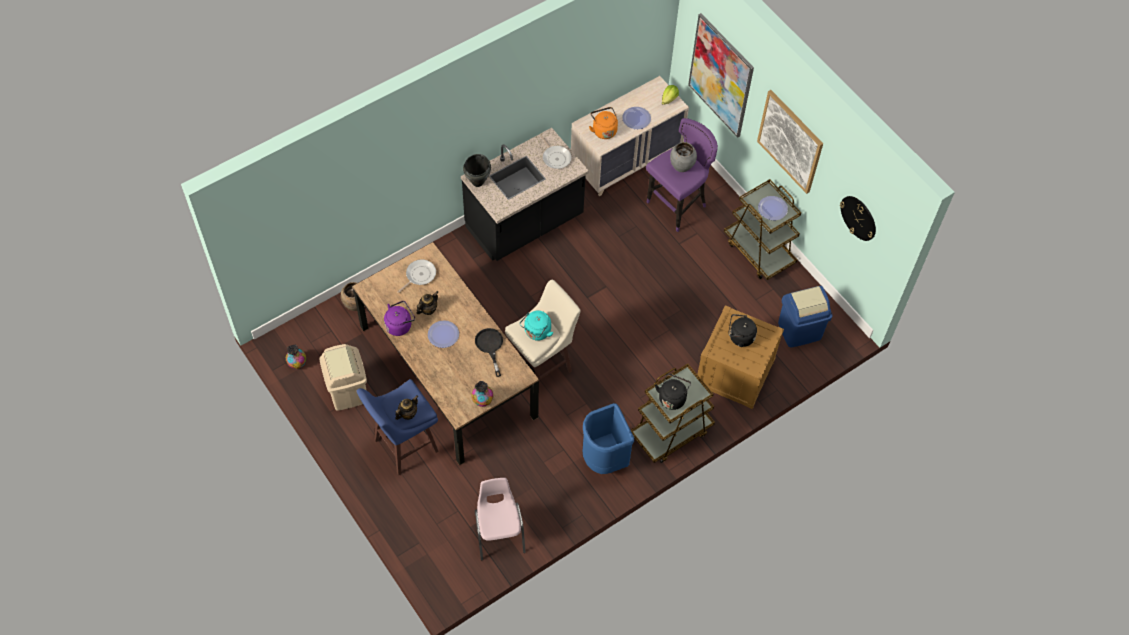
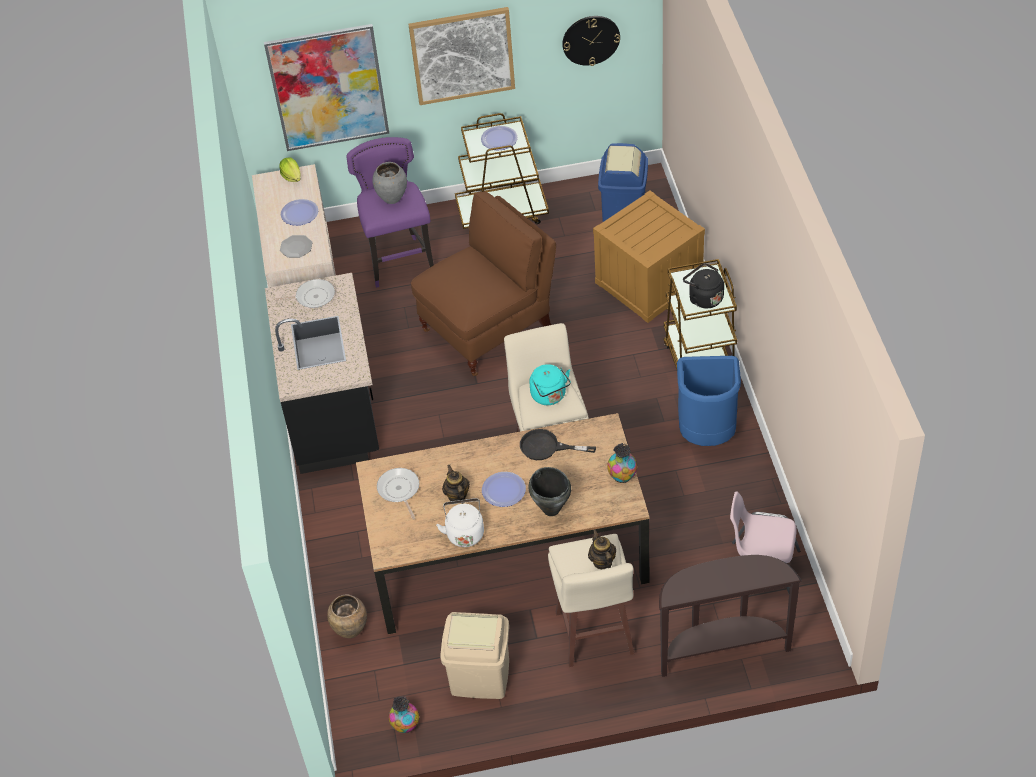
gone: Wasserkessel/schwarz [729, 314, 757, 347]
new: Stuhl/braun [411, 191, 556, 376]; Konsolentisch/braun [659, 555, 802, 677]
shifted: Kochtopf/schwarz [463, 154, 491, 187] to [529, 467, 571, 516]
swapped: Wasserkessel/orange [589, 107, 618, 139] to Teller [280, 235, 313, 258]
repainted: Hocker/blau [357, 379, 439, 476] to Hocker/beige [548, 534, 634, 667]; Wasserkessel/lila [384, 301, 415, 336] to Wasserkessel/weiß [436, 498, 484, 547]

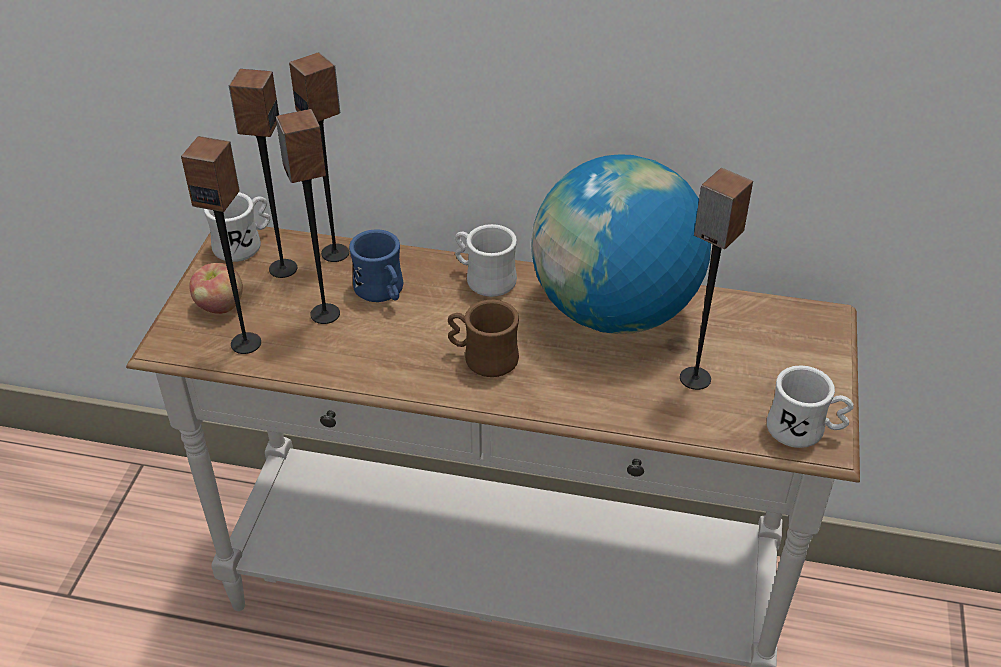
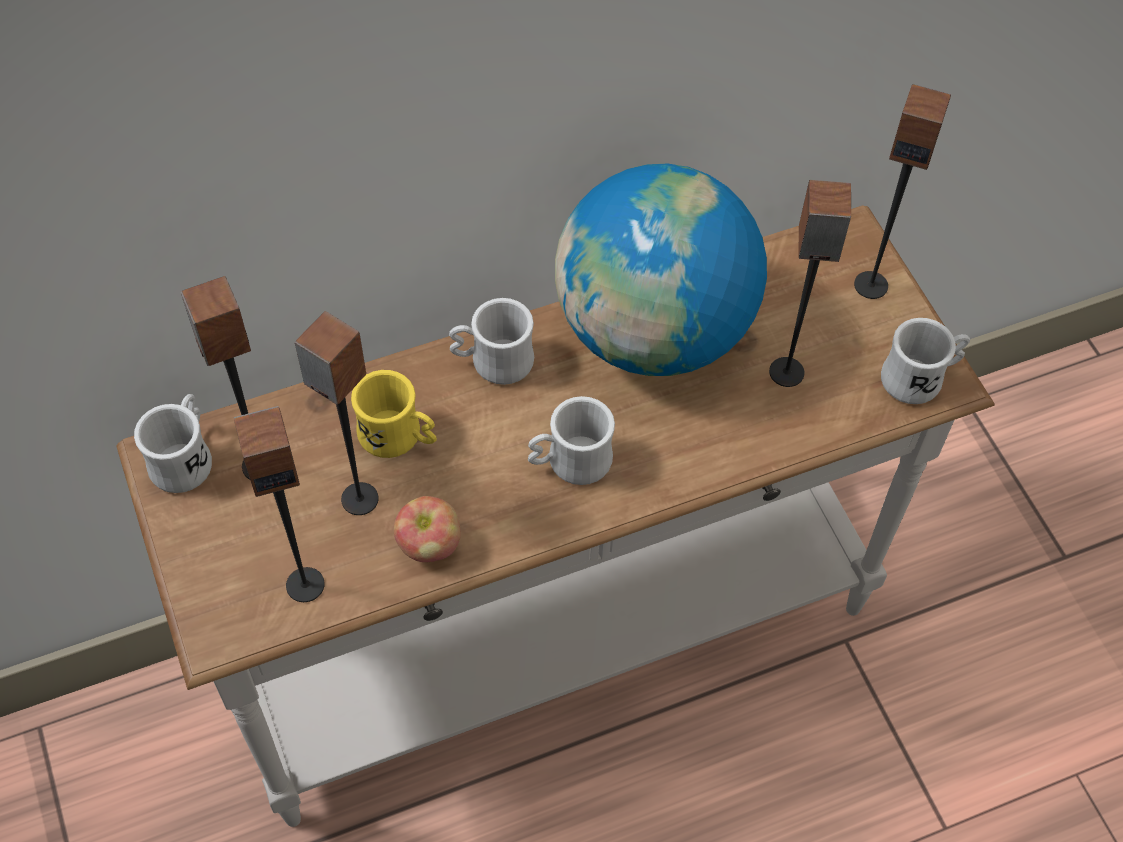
shifted: Apfel [189, 263, 243, 314] to [393, 496, 461, 562]; Lautsprecher [289, 52, 349, 262] to [854, 84, 951, 299]
repainted: Henkelbecher/blau [349, 229, 403, 302] to Henkelbecher/gelb [351, 370, 437, 458]; Henkelbecher/braun [448, 300, 519, 377] to Henkelbecher/weiß [528, 396, 615, 485]

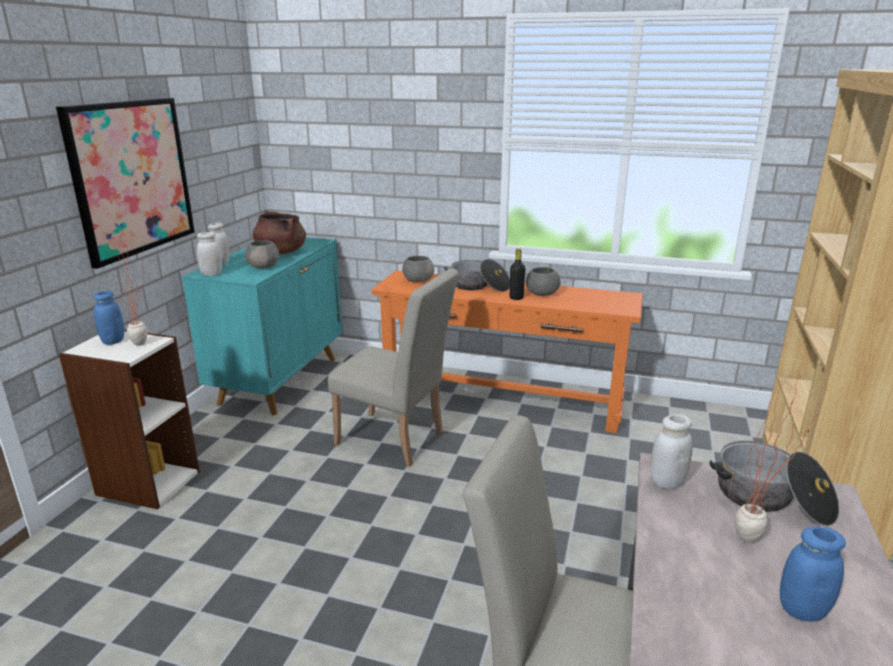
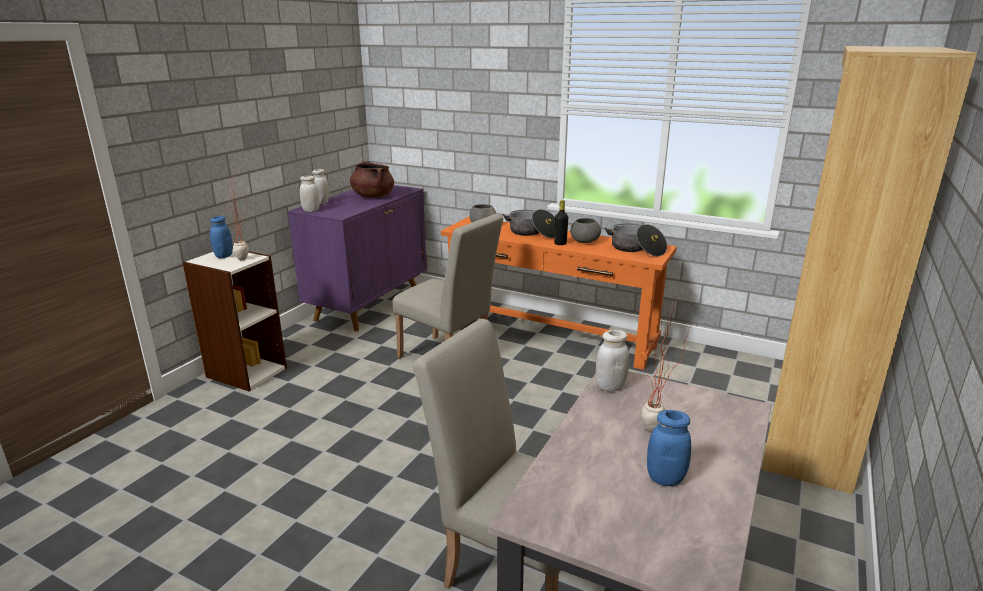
gone: Bild [56, 98, 195, 269]; Schüssel/grau [245, 241, 279, 269]
shifted: Kochtopf [709, 441, 839, 526] to [605, 224, 667, 257]
repainted: Schrank/türkis [182, 237, 342, 415] to Schrank/lila [288, 185, 427, 332]

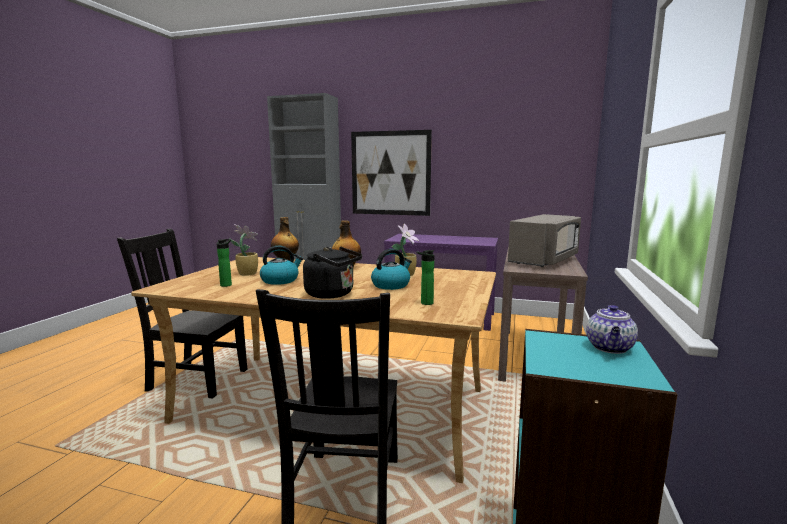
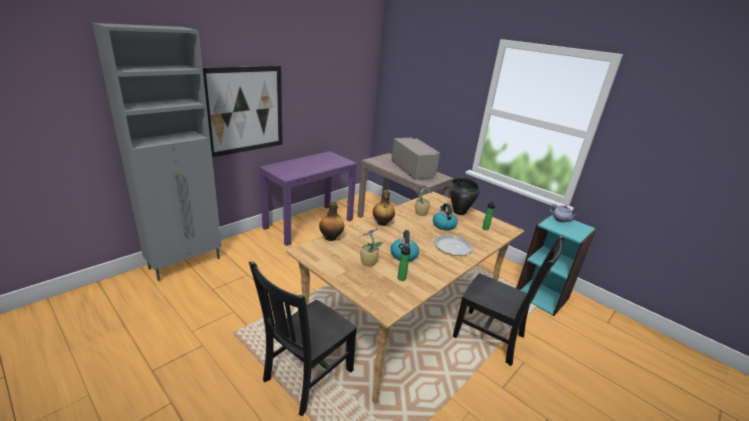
new: Kochtopf/schwarz [449, 177, 480, 215]
swapped: Wasserkessel/schwarz [303, 247, 362, 299] to Teller [434, 235, 473, 255]

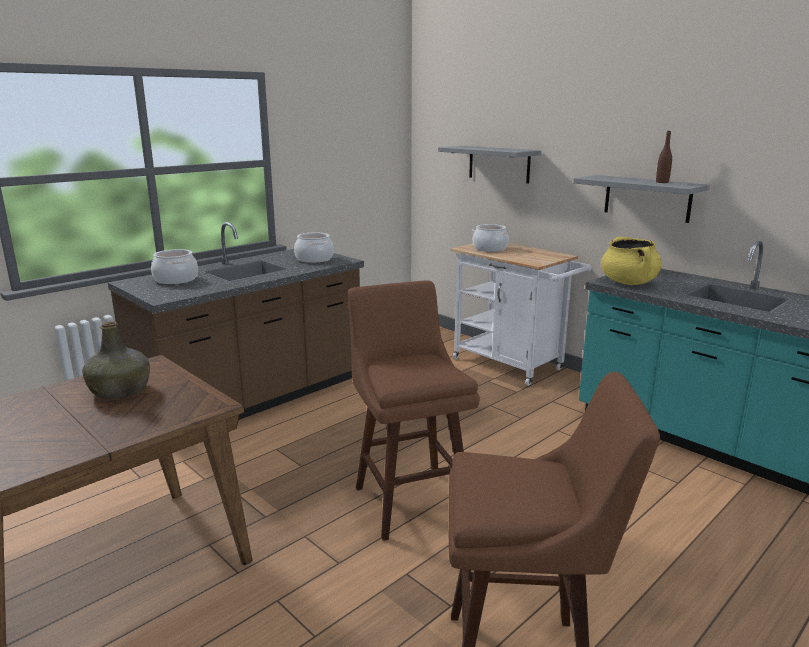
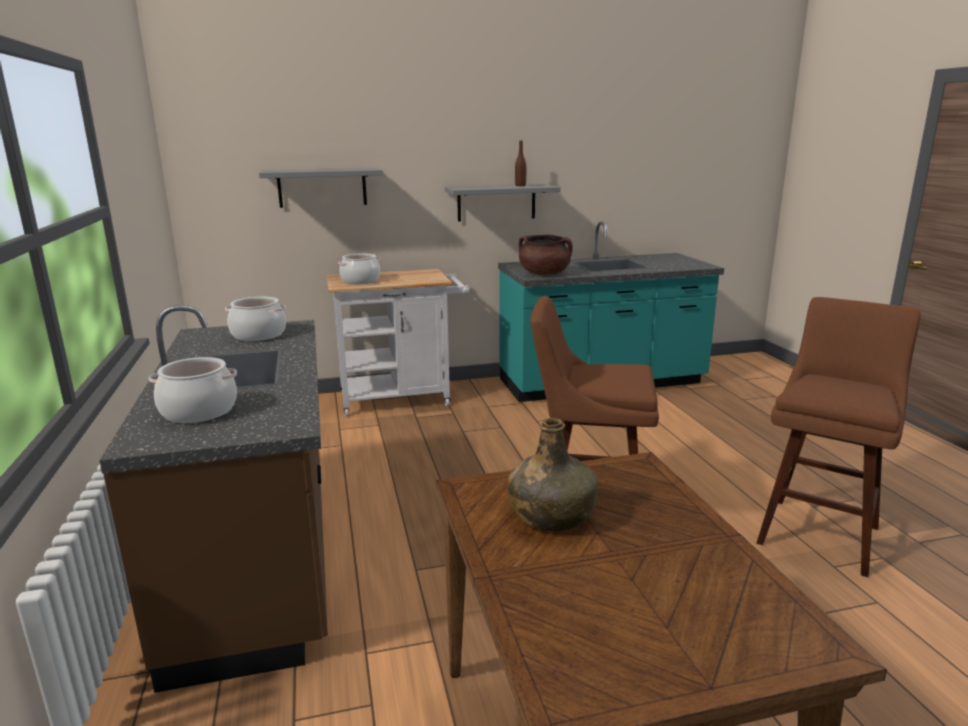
repainted: Kochtopf/gelb [601, 237, 662, 285] to Kochtopf/braun [519, 235, 573, 275]

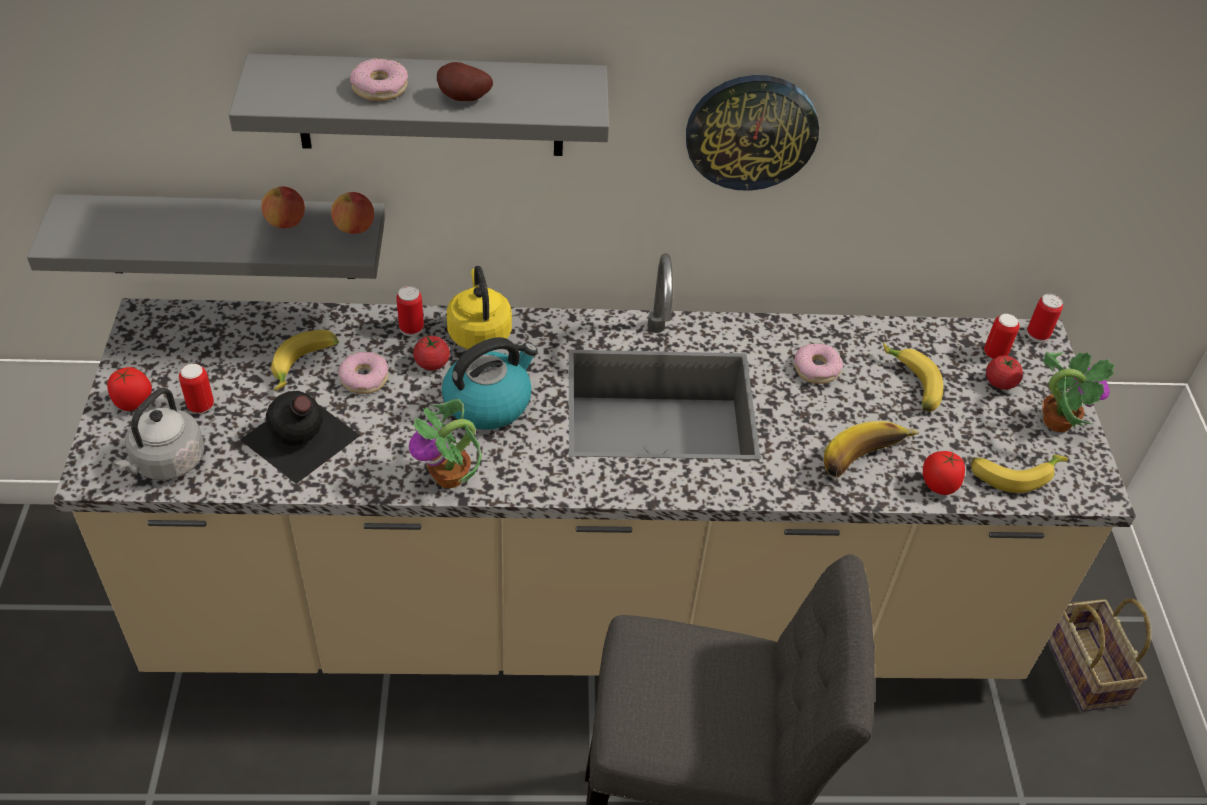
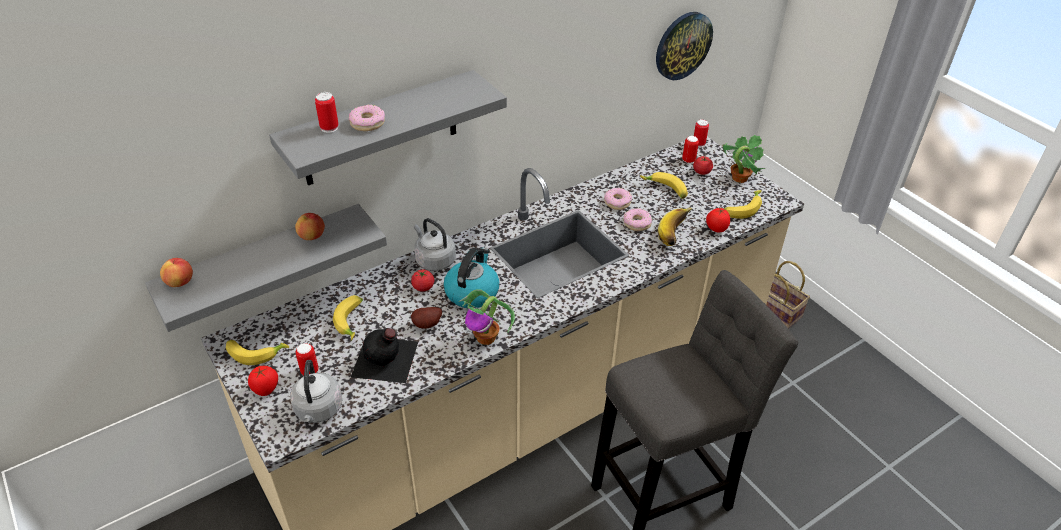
new: Banane [226, 340, 289, 365]
shifted: Apfel [331, 192, 374, 234] to [160, 258, 193, 287]; Donut [338, 352, 388, 394] to [624, 208, 652, 231]; Dose [396, 286, 424, 336] to [315, 92, 339, 133]; Kartoffel [437, 62, 493, 101] to [411, 307, 442, 329]; Wanduhr [686, 75, 819, 191] to [656, 12, 713, 80]
repainted: Wasserkessel/gelb [447, 266, 512, 349] to Wasserkessel/grau [414, 218, 456, 271]

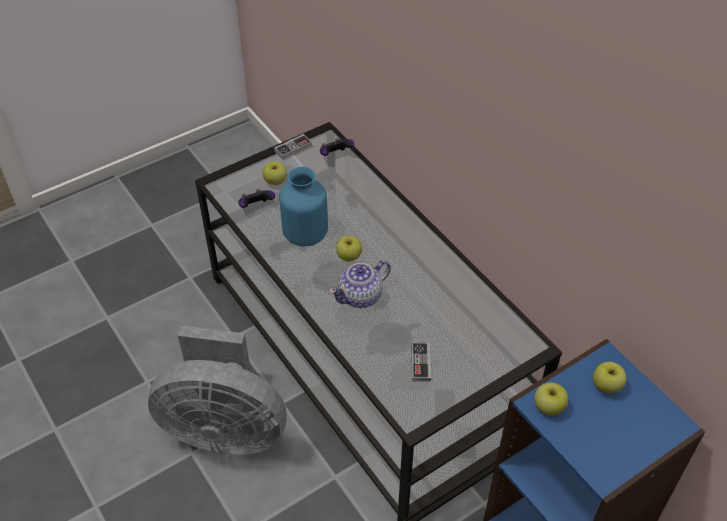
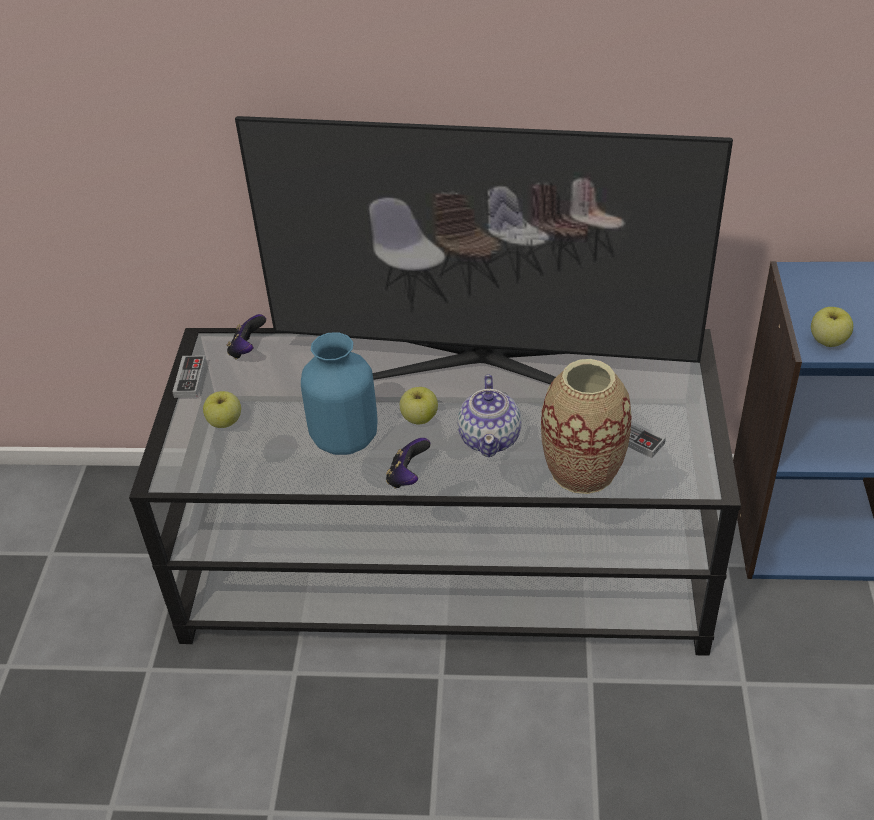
gone: Ventilator/grau [148, 326, 287, 455]; Apfel [593, 362, 626, 394]
new: Fernseher [235, 116, 733, 384]; Vase [541, 359, 632, 494]
shifted: Gamepad [238, 189, 275, 208] to [386, 438, 430, 489]

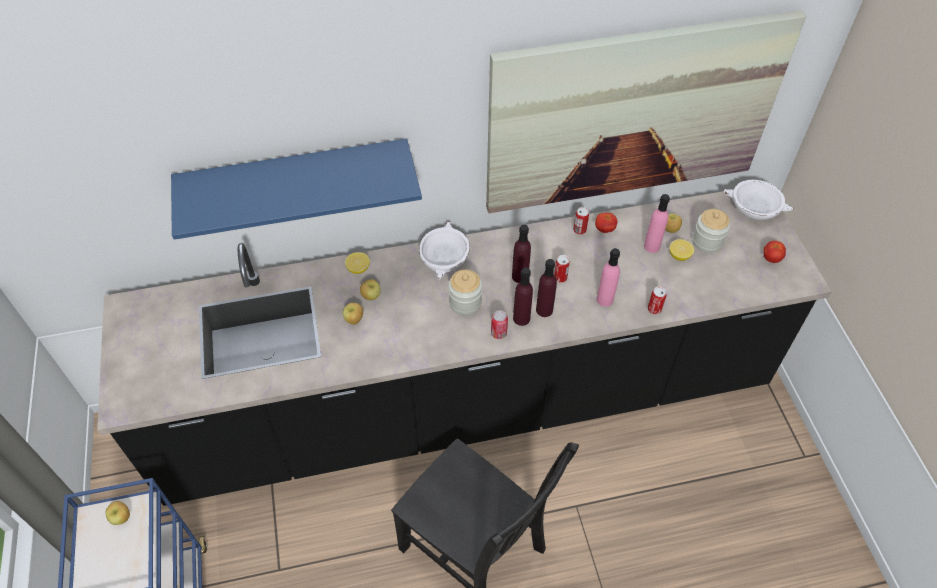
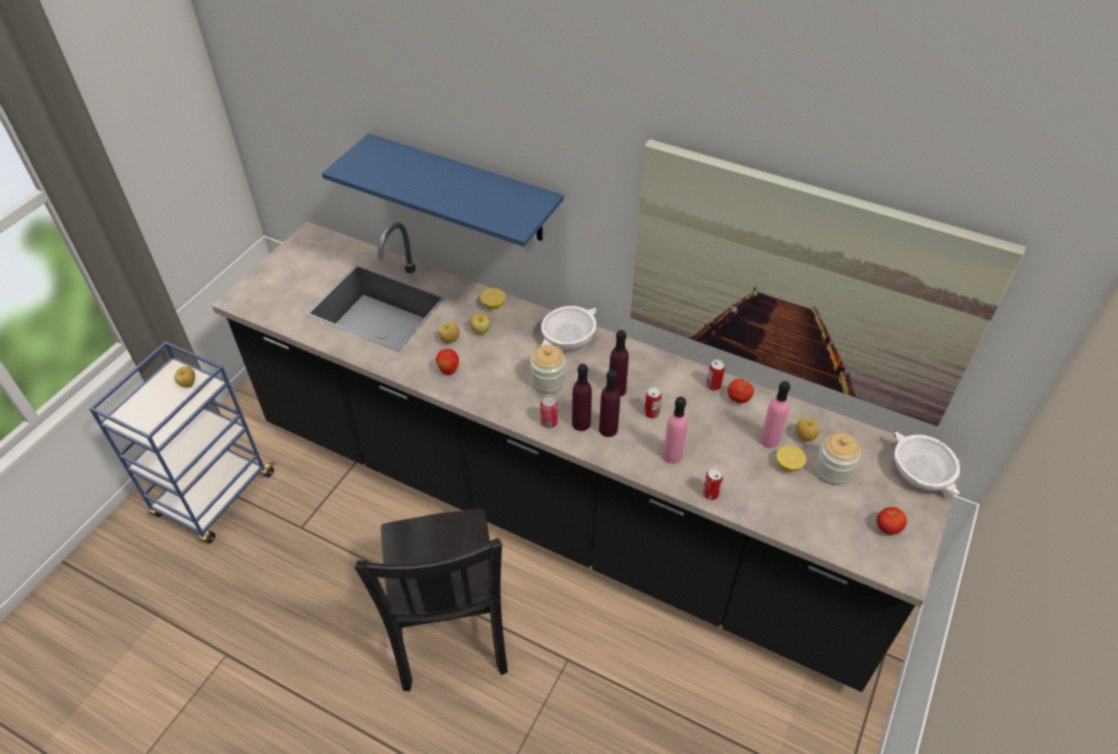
new: Apfel [436, 349, 459, 375]

